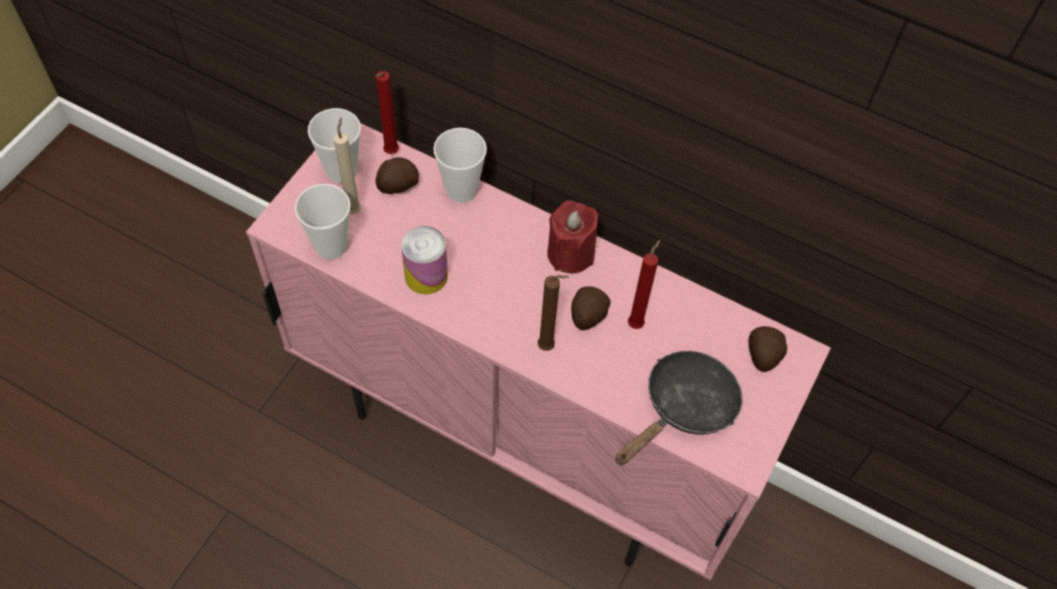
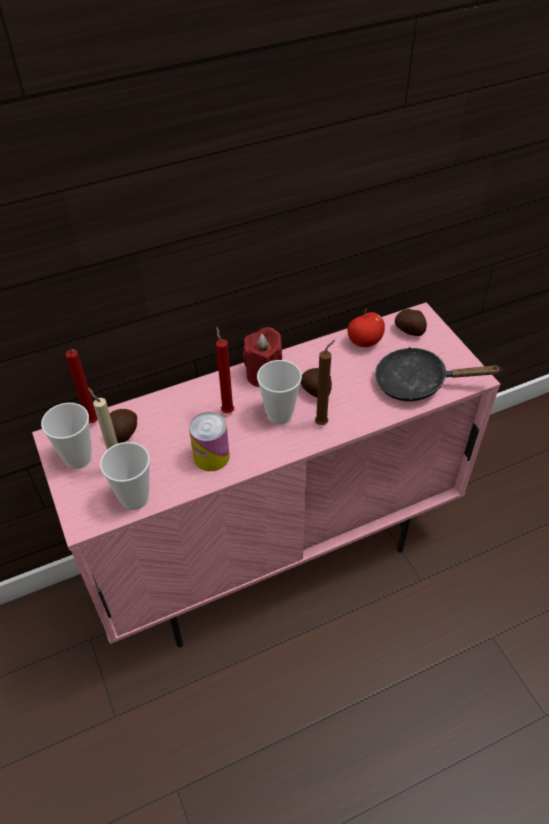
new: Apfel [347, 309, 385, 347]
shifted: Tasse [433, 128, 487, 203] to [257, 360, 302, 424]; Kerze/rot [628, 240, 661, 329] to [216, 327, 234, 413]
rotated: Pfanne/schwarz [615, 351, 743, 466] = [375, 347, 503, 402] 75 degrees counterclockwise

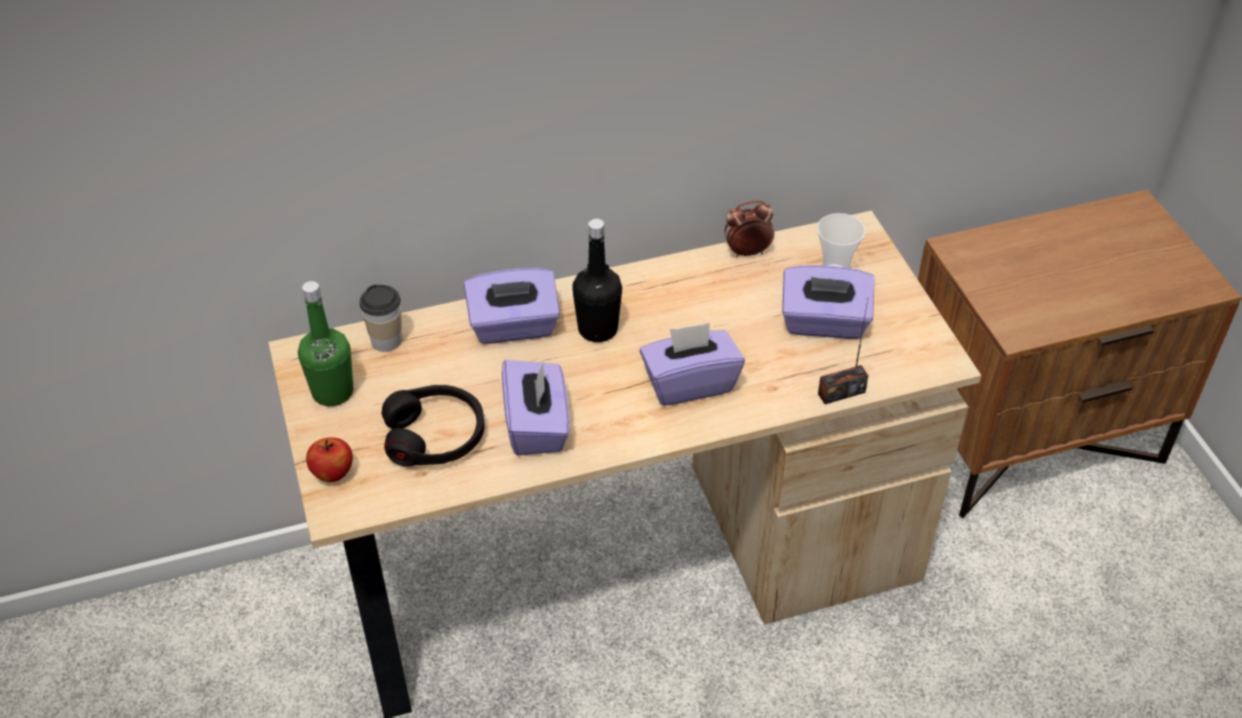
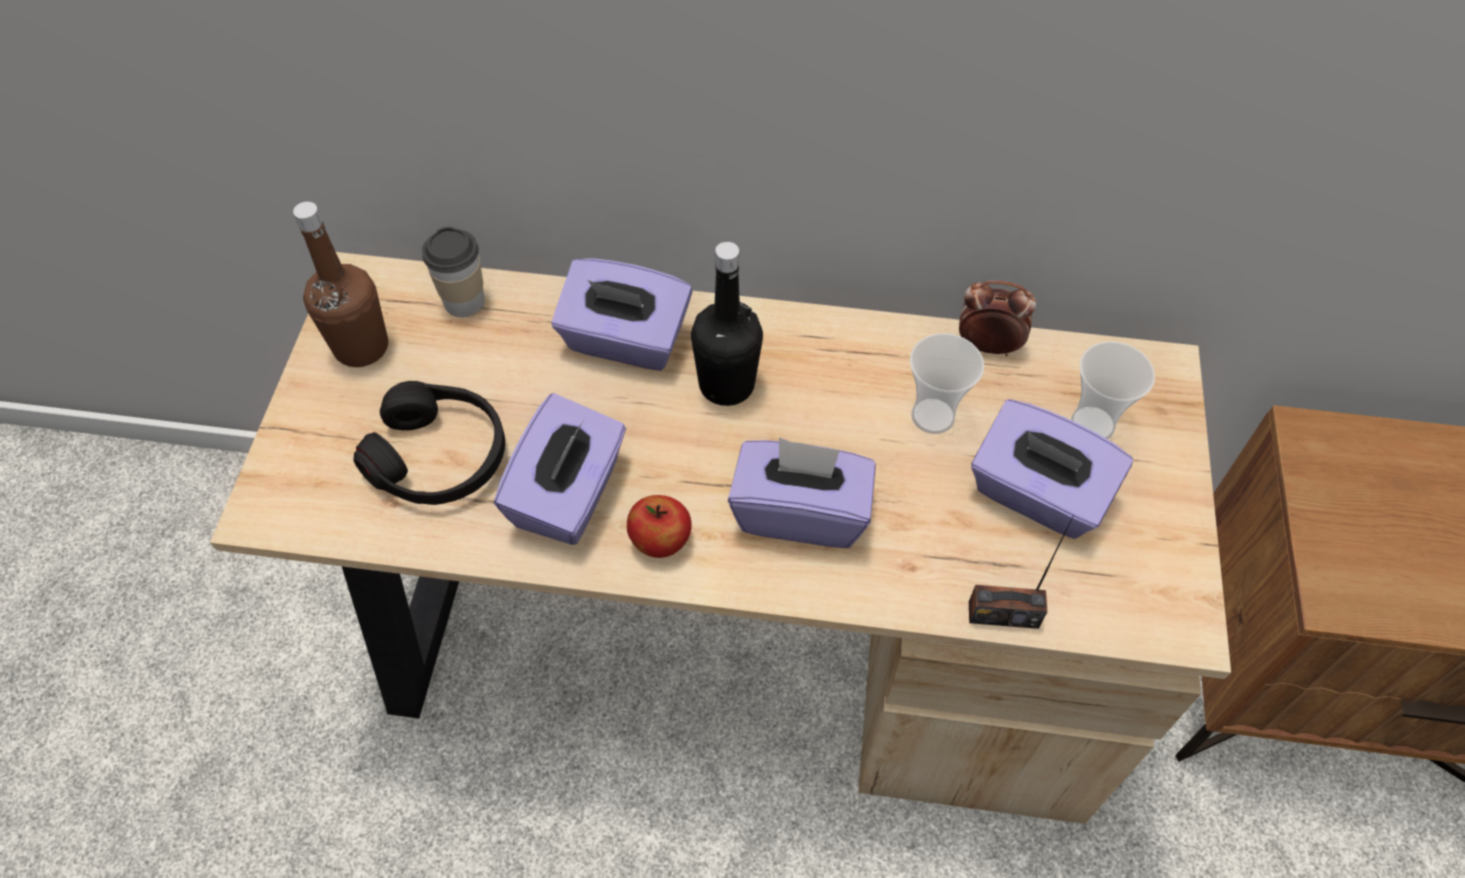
new: Tasse [910, 333, 984, 434]
shifted: Apfel [306, 437, 353, 482] to [627, 495, 692, 558]
repainted: Flasche/grün [298, 281, 353, 406] to Flasche/braun [293, 202, 388, 367]

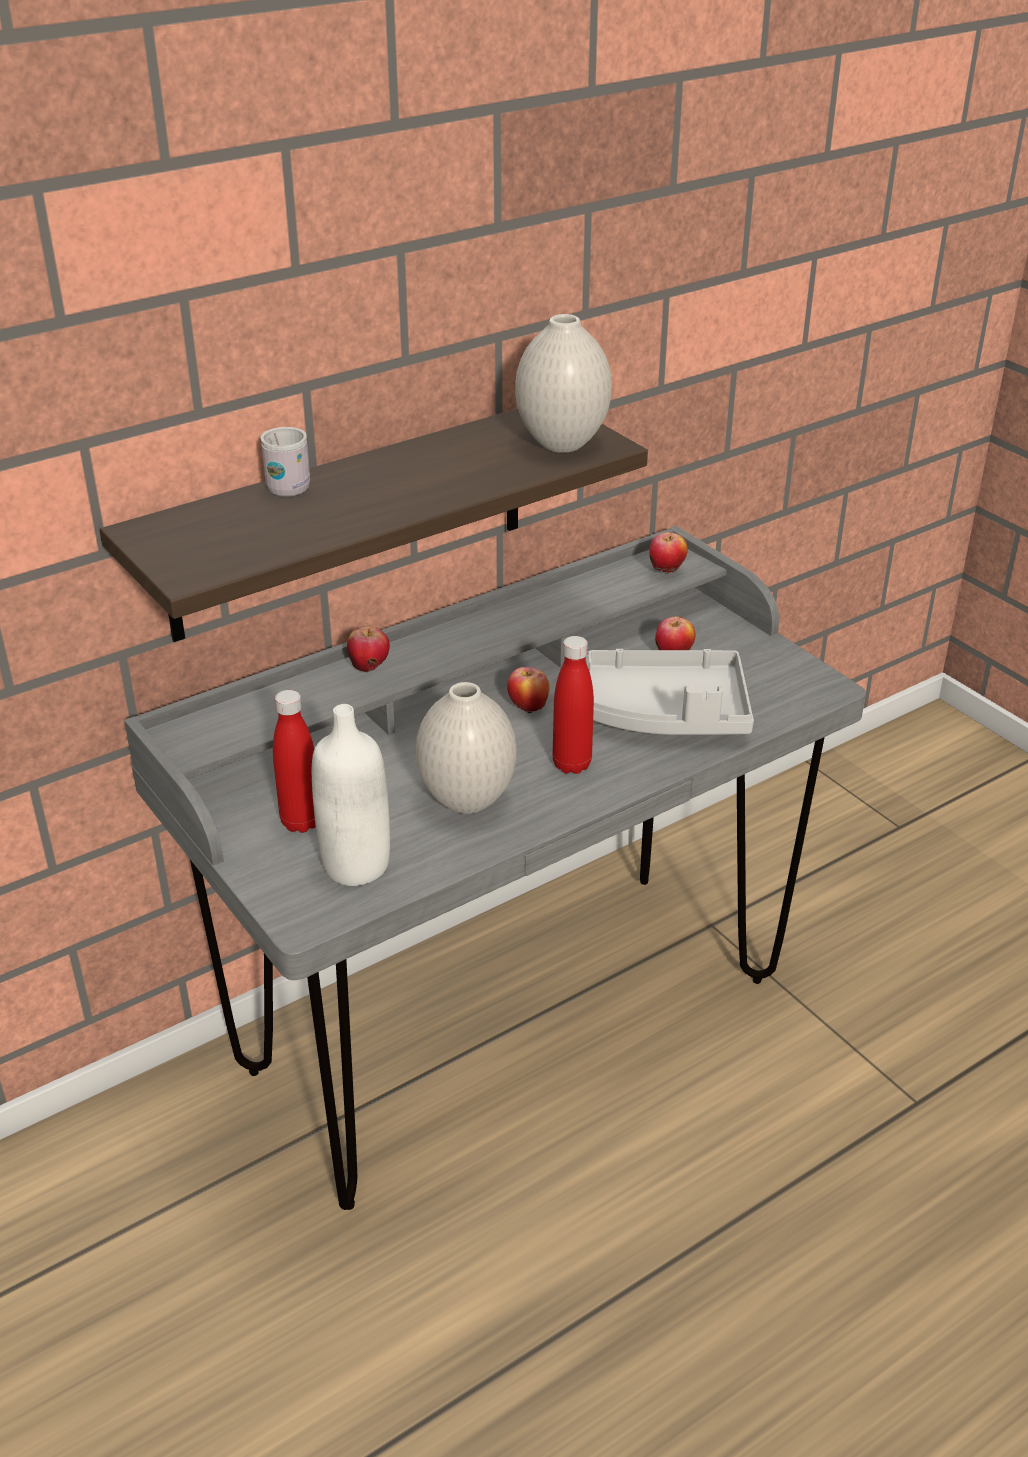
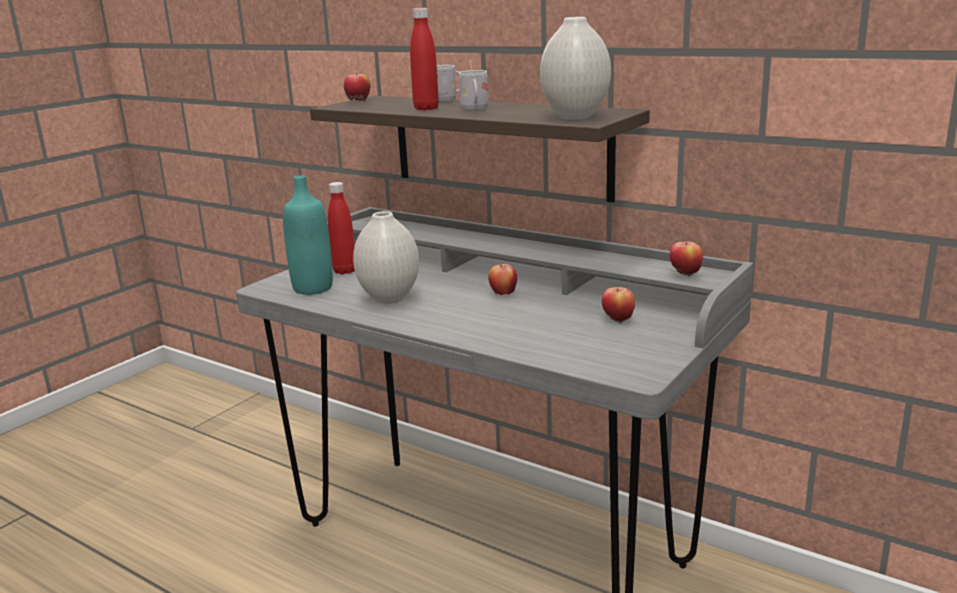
gone: Tablett/grau [586, 649, 754, 735]
new: Henkelbecher/weiß [458, 60, 488, 111]
shifted: Apfel [347, 625, 390, 672] to [344, 73, 370, 101]; Flasche/rot [553, 636, 594, 774] to [410, 8, 439, 110]
repainted: Flasche/weiß [312, 704, 390, 886] to Flasche/türkis [283, 175, 333, 295]

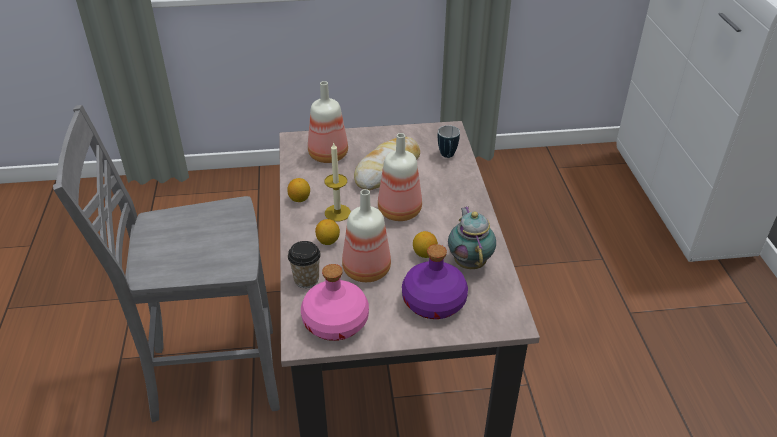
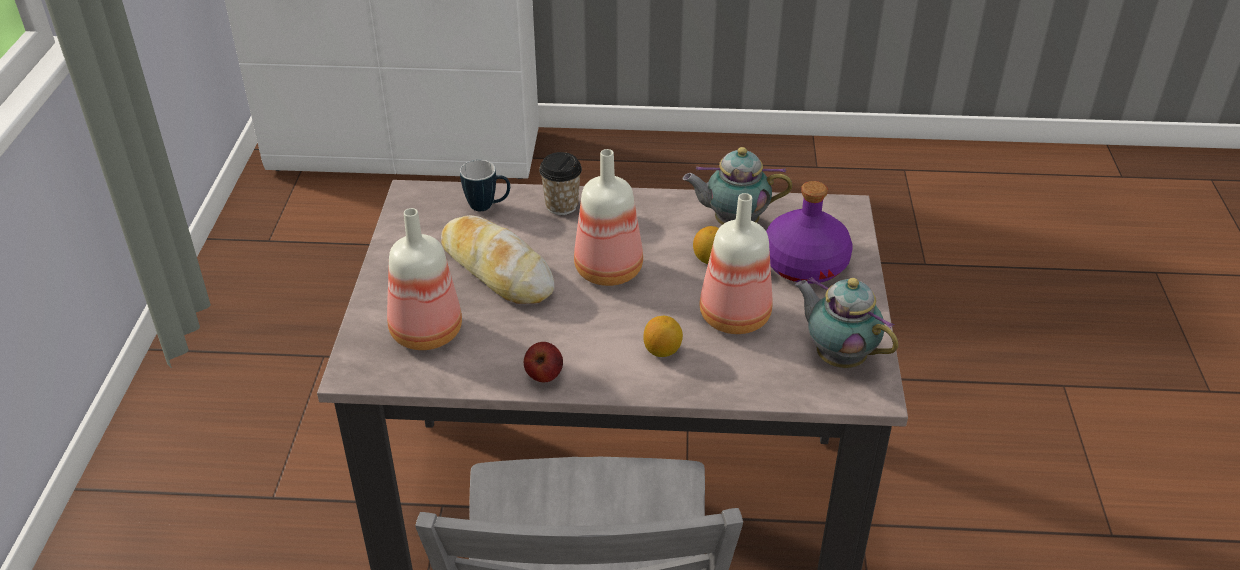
gone: Kerze [324, 143, 351, 222]
shifted: Tasse [288, 241, 321, 288] to [539, 152, 582, 215]
swapped: Zitrone [287, 178, 310, 202] to Apfel [524, 342, 563, 382]; Flasche/rosa [301, 264, 369, 341] to Teekanne [795, 277, 898, 368]

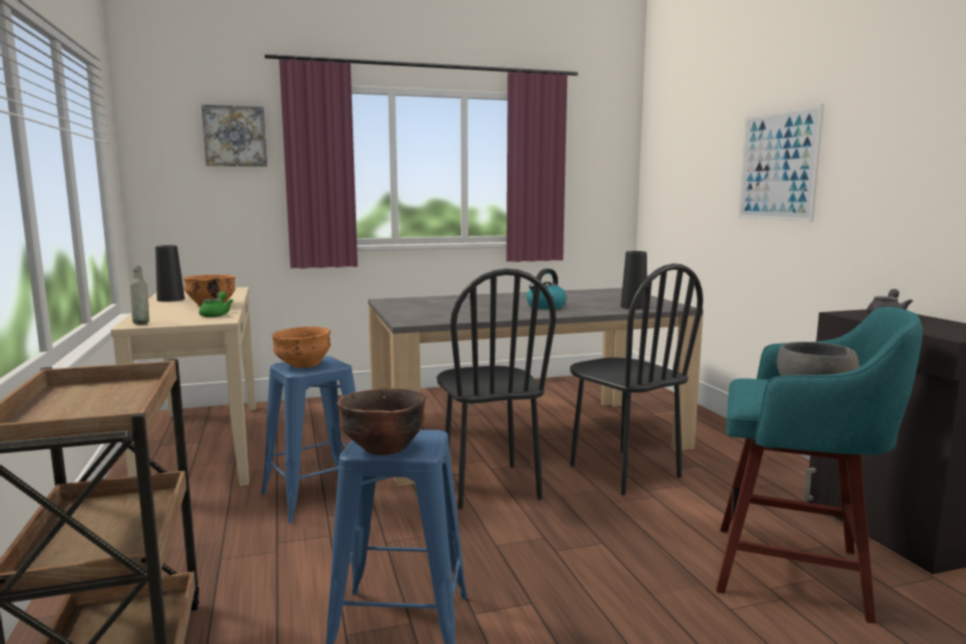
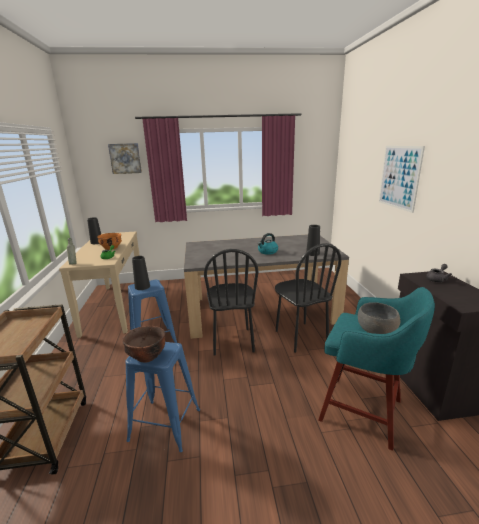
swapped: Schüssel/orange [272, 327, 331, 368] to Vase/schwarz [132, 256, 150, 290]

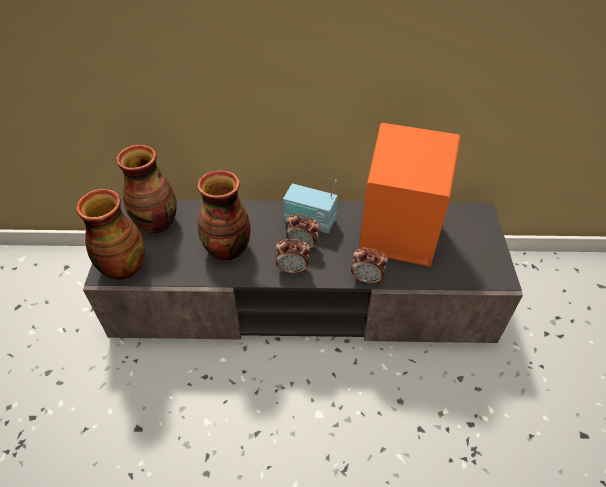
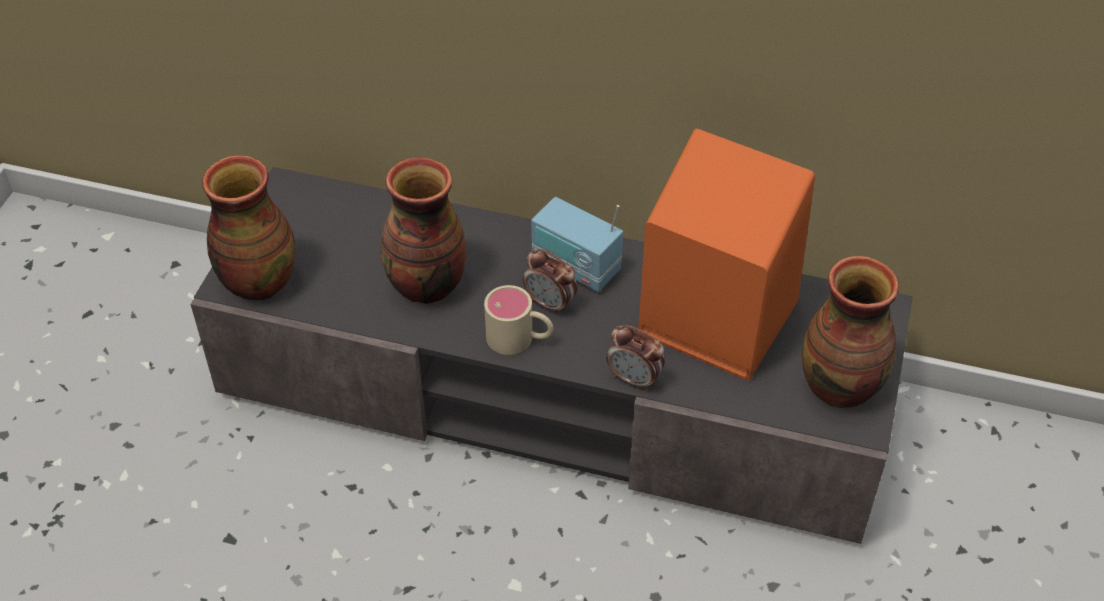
shifted: Vase [117, 145, 177, 233] to [802, 256, 899, 408]
swapped: Wecker [276, 239, 310, 274] to Henkelbecher/beige [484, 285, 554, 355]

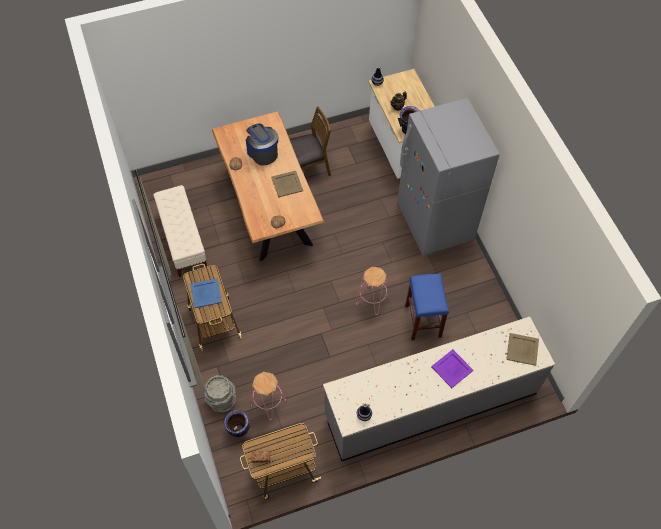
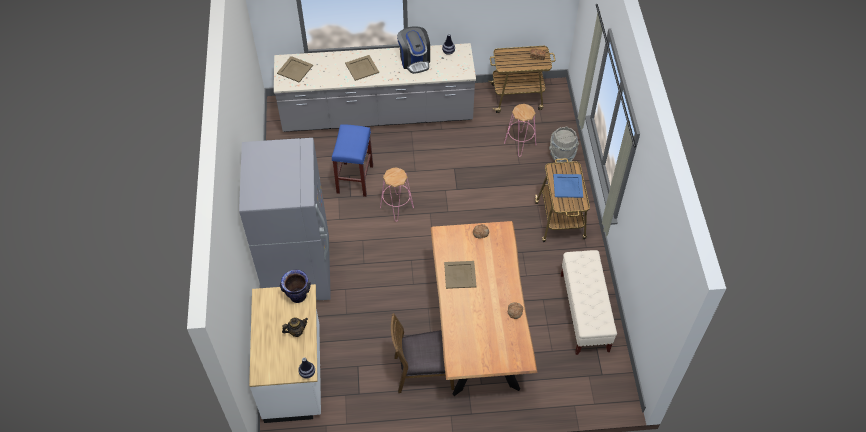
gone: Vase [224, 410, 250, 437]
shifted: Kaffeemaschine [246, 123, 278, 165] to [397, 26, 430, 74]
repainted: Tablett/lila [431, 349, 473, 388] to Tablett/beige [345, 55, 379, 81]

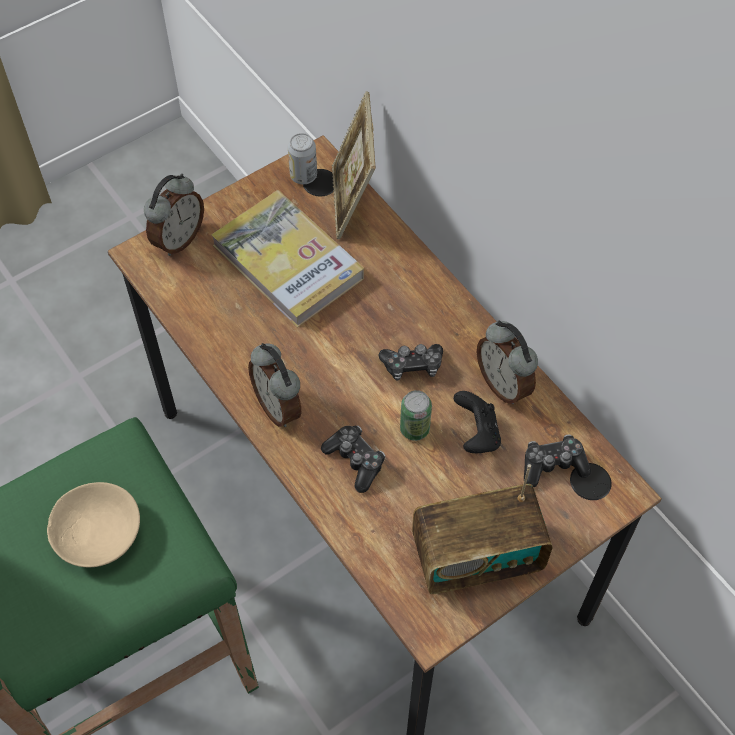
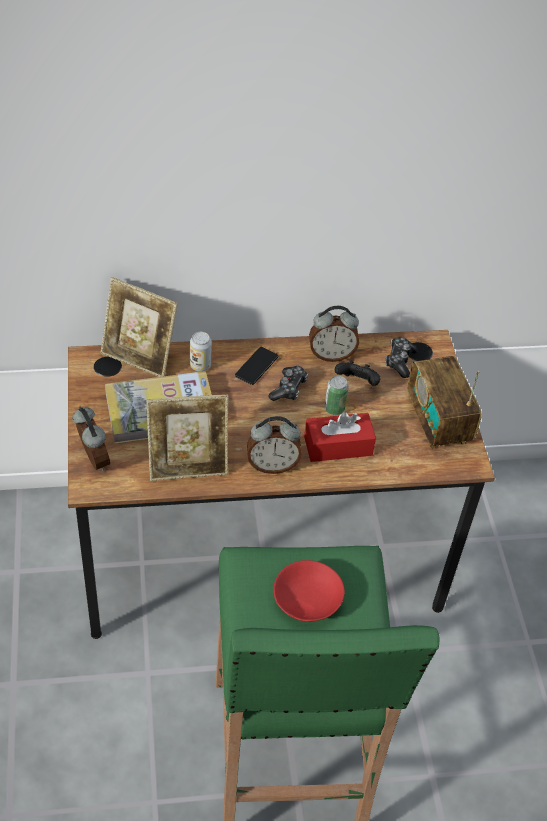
new: Bilderrahmen [146, 394, 228, 481]; Handy [235, 347, 279, 385]
shifted: Dose [288, 133, 317, 184] to [190, 332, 212, 372]
swapped: Gamepad [321, 425, 385, 493] to Taschentuchbox/rot [304, 412, 376, 462]
repainted: Schüssel/beige [47, 482, 140, 567] to Schüssel/rot [273, 560, 345, 622]
rotated: Radio [412, 464, 552, 594] = [407, 356, 482, 450] 150 degrees clockwise

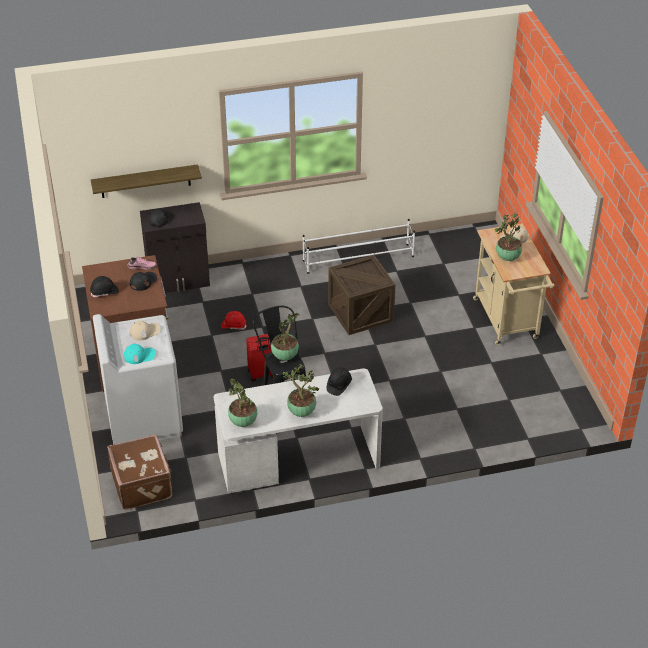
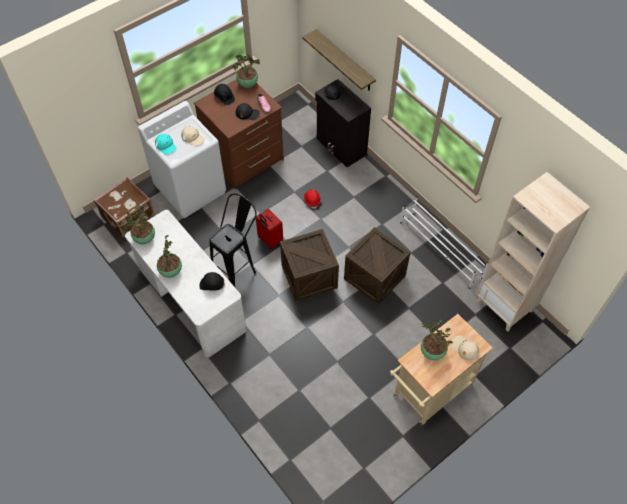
new: Kiste [280, 229, 339, 301]; Bücherregal/beige [476, 172, 590, 331]
shifted: Topfpflanze [271, 313, 299, 360] to [233, 54, 260, 88]

